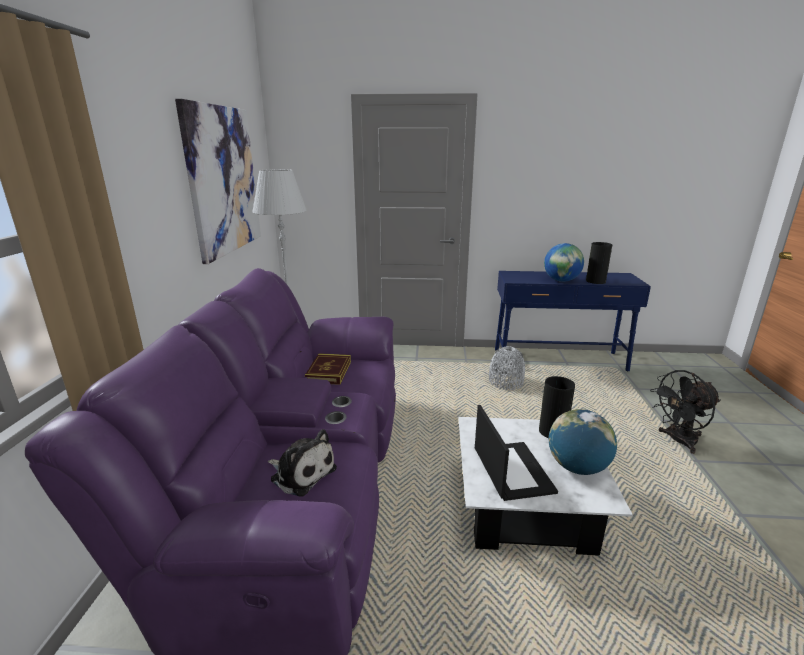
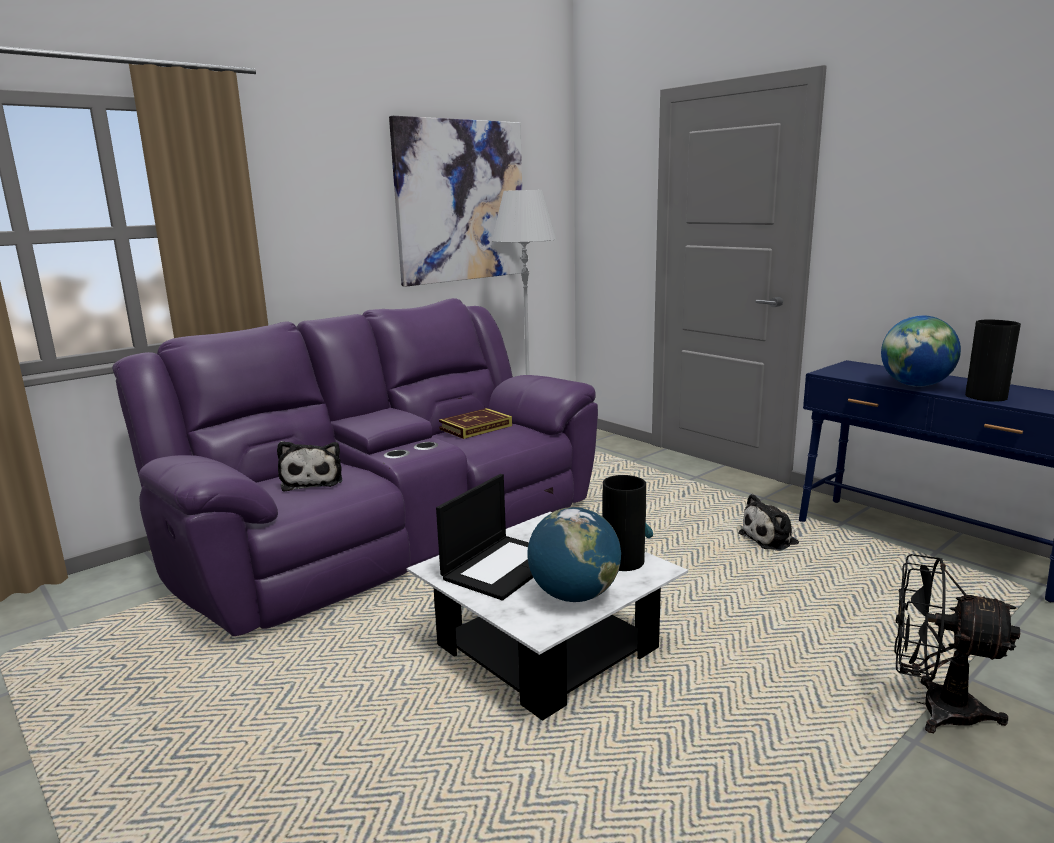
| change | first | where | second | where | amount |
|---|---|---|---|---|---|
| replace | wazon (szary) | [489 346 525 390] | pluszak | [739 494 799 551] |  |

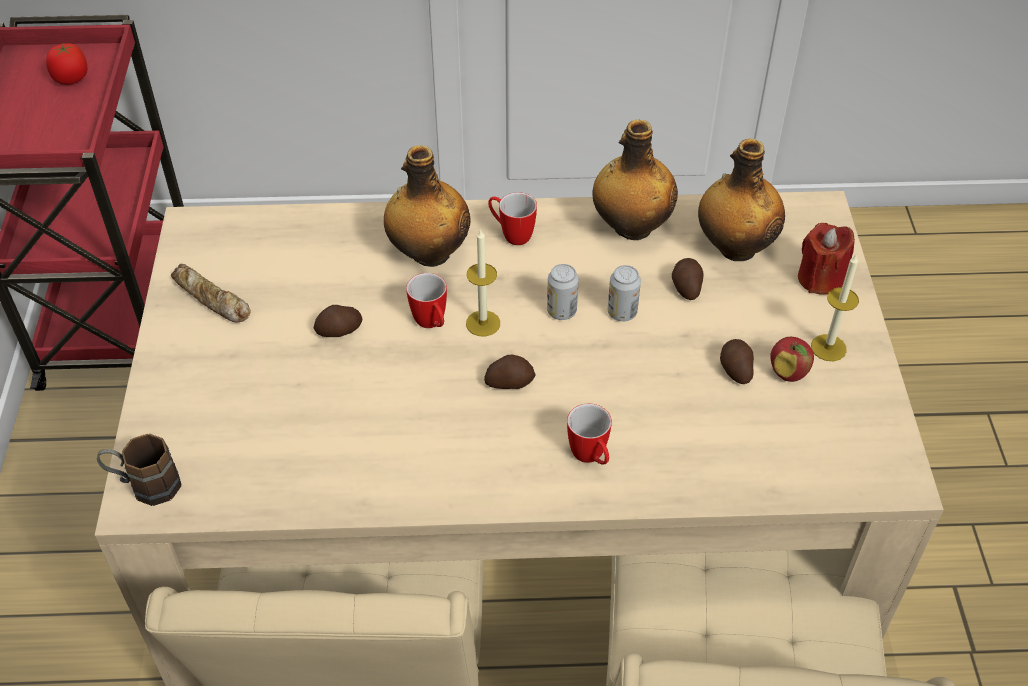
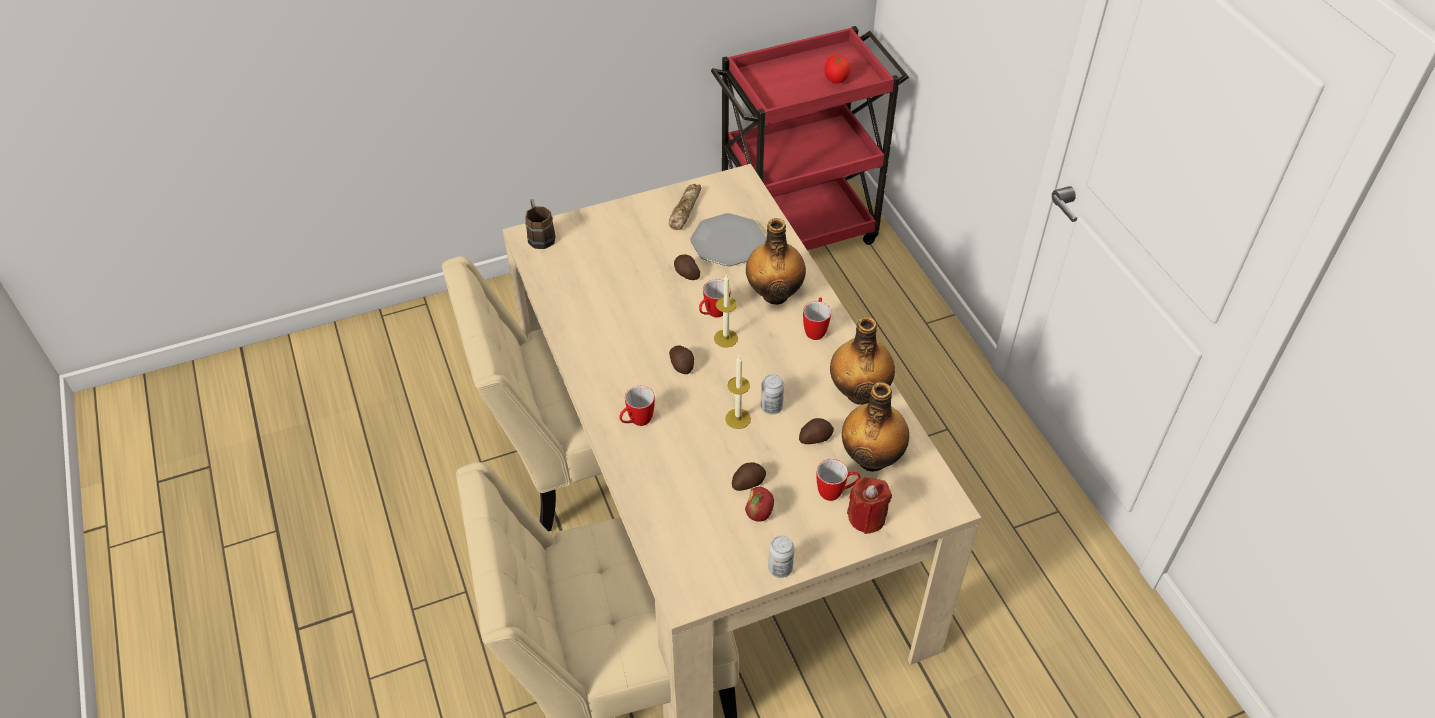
| change | first | where | second | where | amount |
|---|---|---|---|---|---|
| move | puszka | [547 264 579 320] |  | [768 535 795 578] |  |
| move | świeca | [811 255 859 361] |  | [725 355 751 429] |  |
| insert |  |  | talerz | [690 213 767 266] |  |
| insert |  |  | kubek | [817 459 860 501] |  |

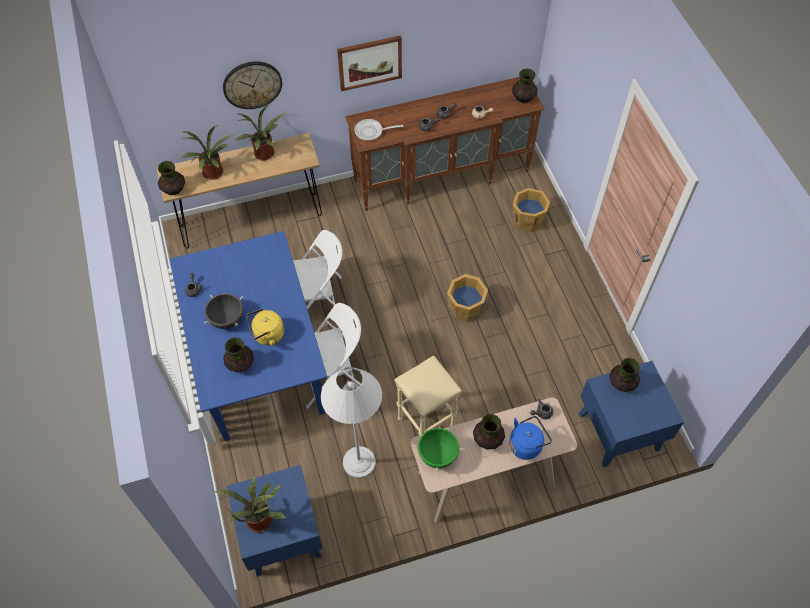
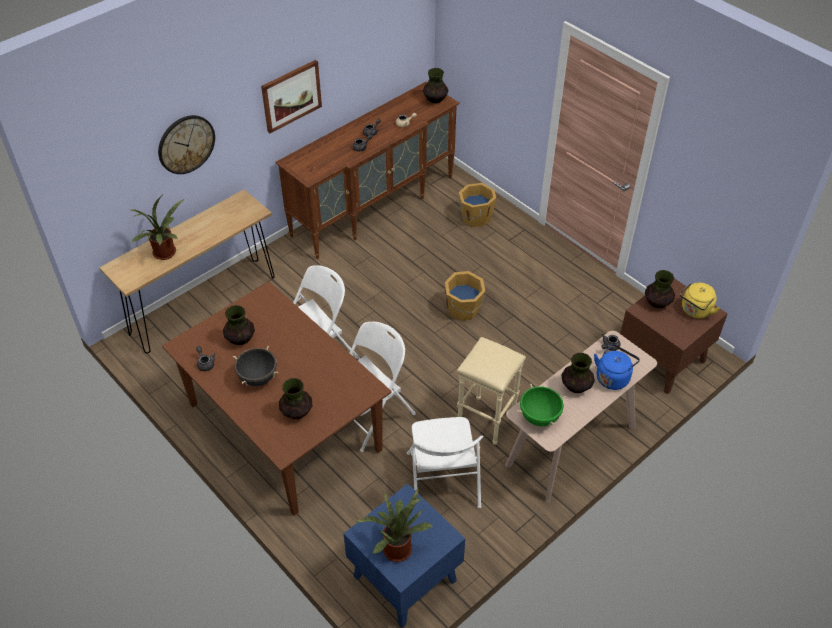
| change | first | where | second | where | amount |
|---|---|---|---|---|---|
| move | wazon | [158 161 185 195] |  | [223 305 255 345] |  |
| recolor | stół jadalny (niebieski) | [169 231 327 441] | stół jadalny (brązowy) | [162 282 391 516] |  |
| delete | roślina doniczkowa | [234 105 286 161] |  |  |  |
| move | czajnik (żółty) | [246 309 284 346] |  | [680 283 720 318] |  |
| replace | lampa stojąca (biały) | [321 367 382 478] | krzesło (biały) | [407 417 484 508] |  |
| delete | patelnia | [355 119 403 141] |  |  |  |
| recolor | szafka nocna (niebieski) | [579 361 684 468] | szafka nocna (brązowy) | [620 278 728 395] |  |

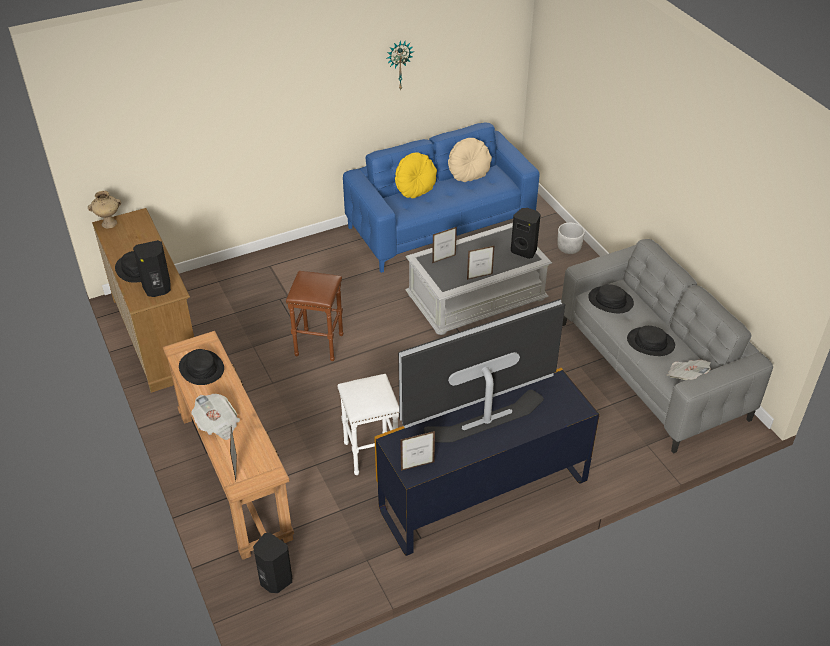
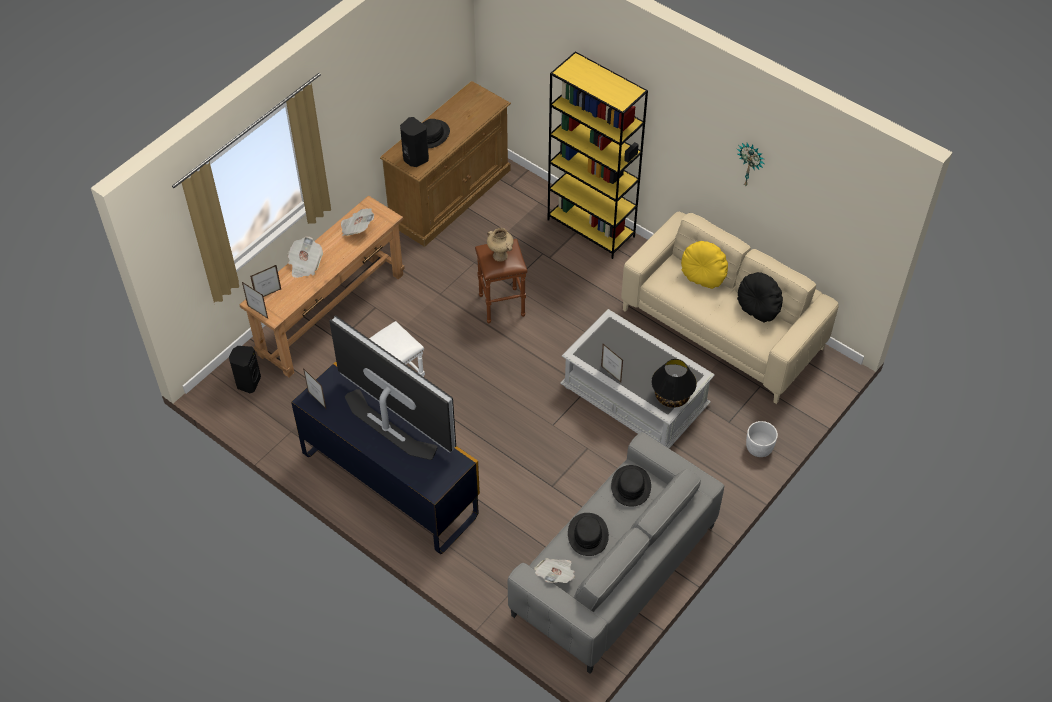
| change | first | where | second | where | amount |
|---|---|---|---|---|---|
| move | wazon (beżowy) | [88 191 121 228] |  | [487 228 514 262] |  |
| replace | kapelusz (czarny) | [179 349 224 385] | gazeta | [341 208 374 236] |  |
| recolor | kanapa (niebieski) | [343 122 539 273] | kanapa (beżowy) | [621 211 839 404] |  |
| move | ramka na zdjęcie | [432 227 457 263] |  | [242 282 268 319] |  |
| recolor | poduszka (beżowy) | [448 138 492 182] | poduszka (czarny) | [737 272 783 323] |  |
| replace | głośnik (czarny) | [511 208 541 259] | lampa stołowa (czarny) | [652 359 697 408] |  |
| insert |  |  | regał (żółty) | [548 51 648 259] |  |

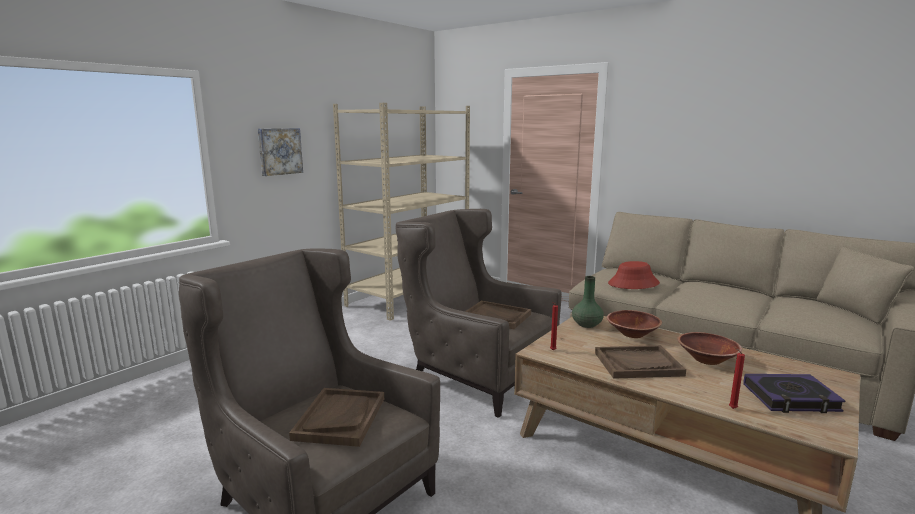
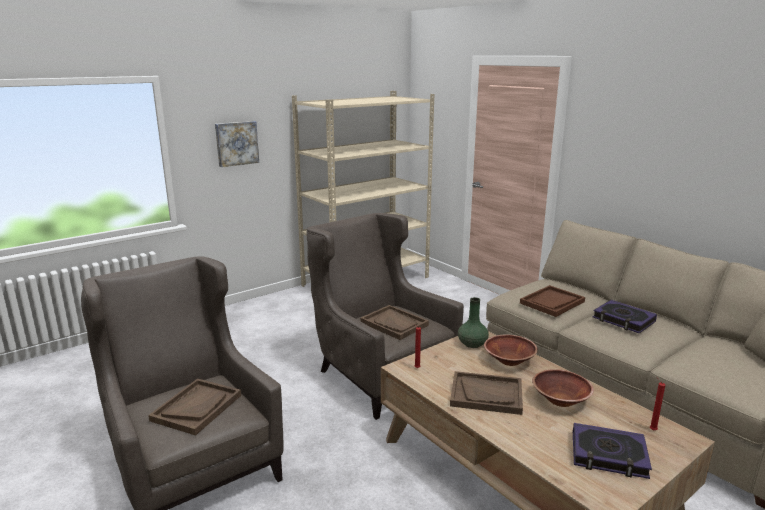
| change | first | where | second | where | amount |
|---|---|---|---|---|---|
| replace | kapelusz (czerwony) | [608 261 660 289] | taca (brązowy) | [520 285 585 317] |  |
| move | świeca (czerwony) | [729 347 745 409] |  | [650 377 665 430] |  |
| insert |  |  | książka | [593 300 657 333] |  |

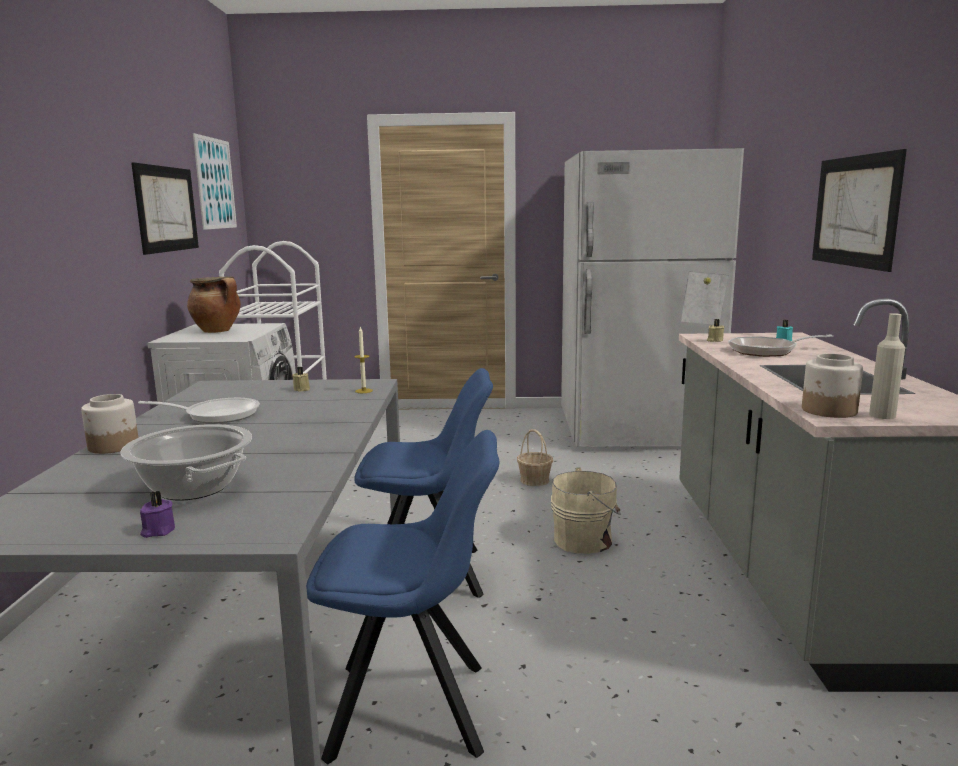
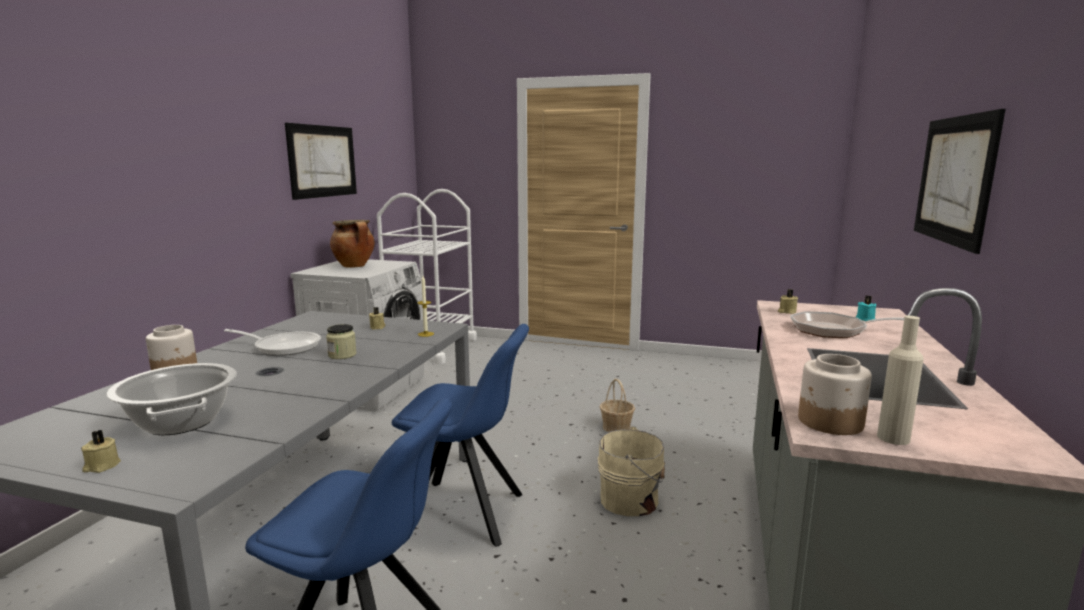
| change | first | where | second | where | amount |
|---|---|---|---|---|---|
| recolor | świeca (fioletowy) | [140 491 175 538] | świeca (beżowy) | [81 430 121 473] |  |
| delete | obraz | [193 133 237 230] |  |  |  |
| delete | lodówka (biały) | [561 147 744 447] |  |  |  |
| insert |  |  | słoik | [326 324 357 359] |  |

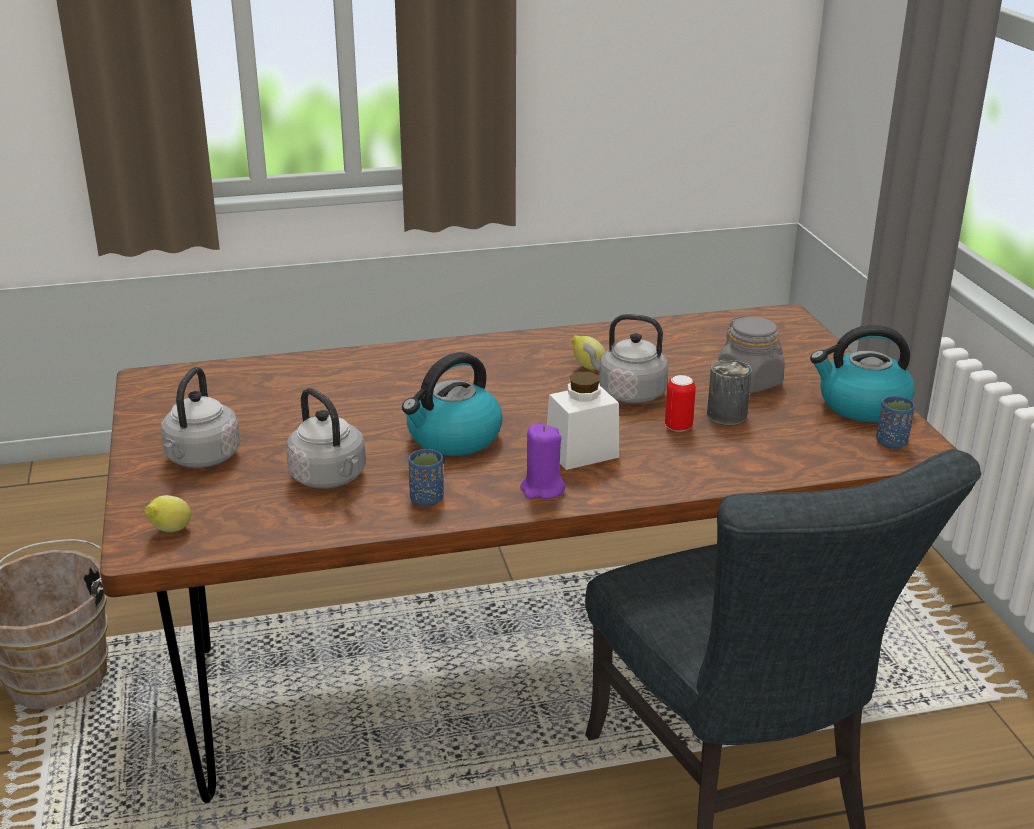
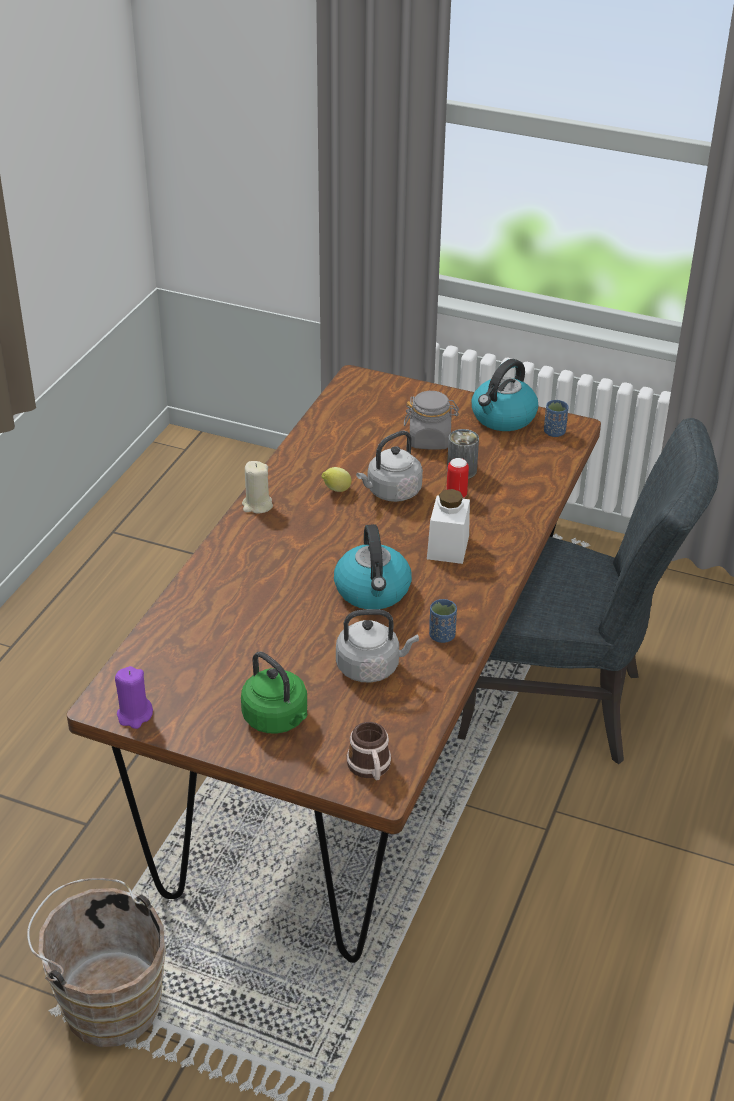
| change | first | where | second | where | amount |
|---|---|---|---|---|---|
| replace | cytryna | [145 495 191 532] | kubek | [347 722 391 780] |  |
| recolor | czajnik (szary) | [161 367 240 468] | czajnik (zielony) | [241 652 307 733] |  |
| move | świeca (fioletowy) | [520 424 565 499] |  | [115 666 153 729] |  |
| insert |  |  | świeca (beżowy) | [242 461 273 514] |  |

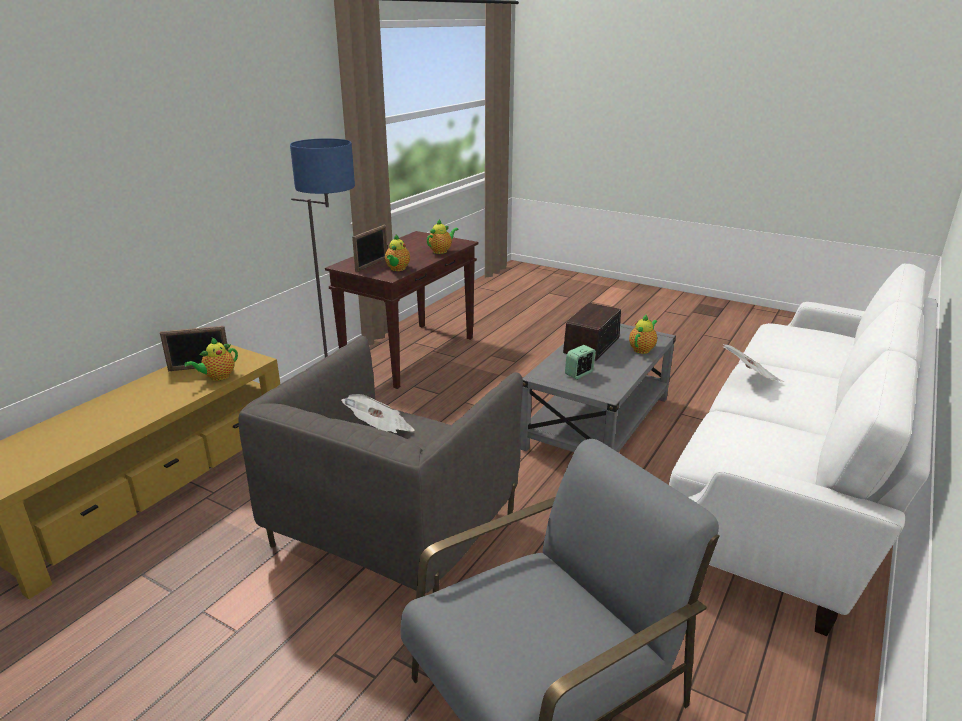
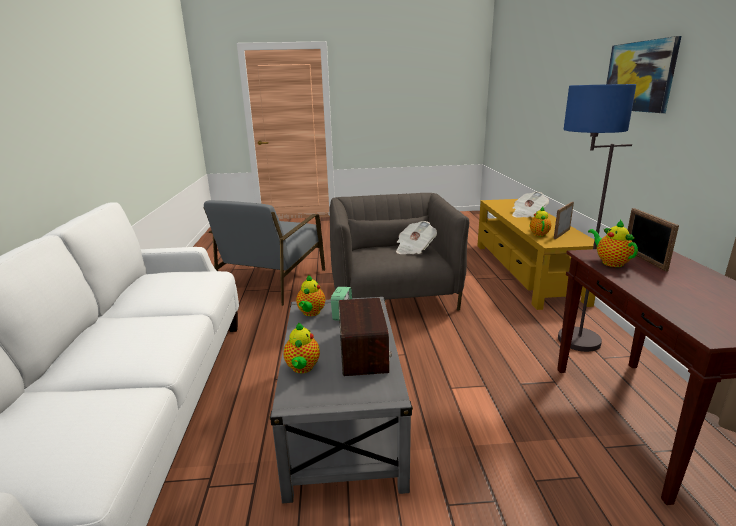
| change | first | where | second | where | amount |
|---|---|---|---|---|---|
| move | imbryk | [427 219 459 254] |  | [296 275 325 316] |  |
| move | gazeta | [722 344 784 382] |  | [512 192 549 218] |  |
| insert |  |  | obraz | [606 36 682 113] |  |

